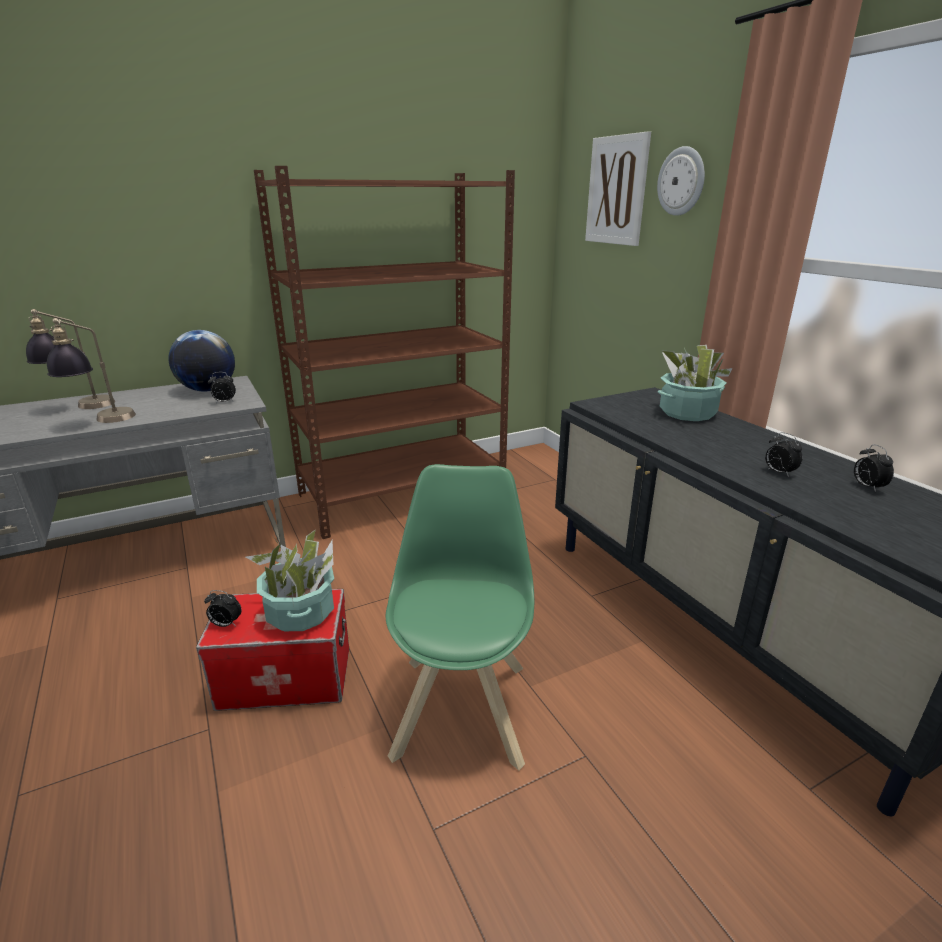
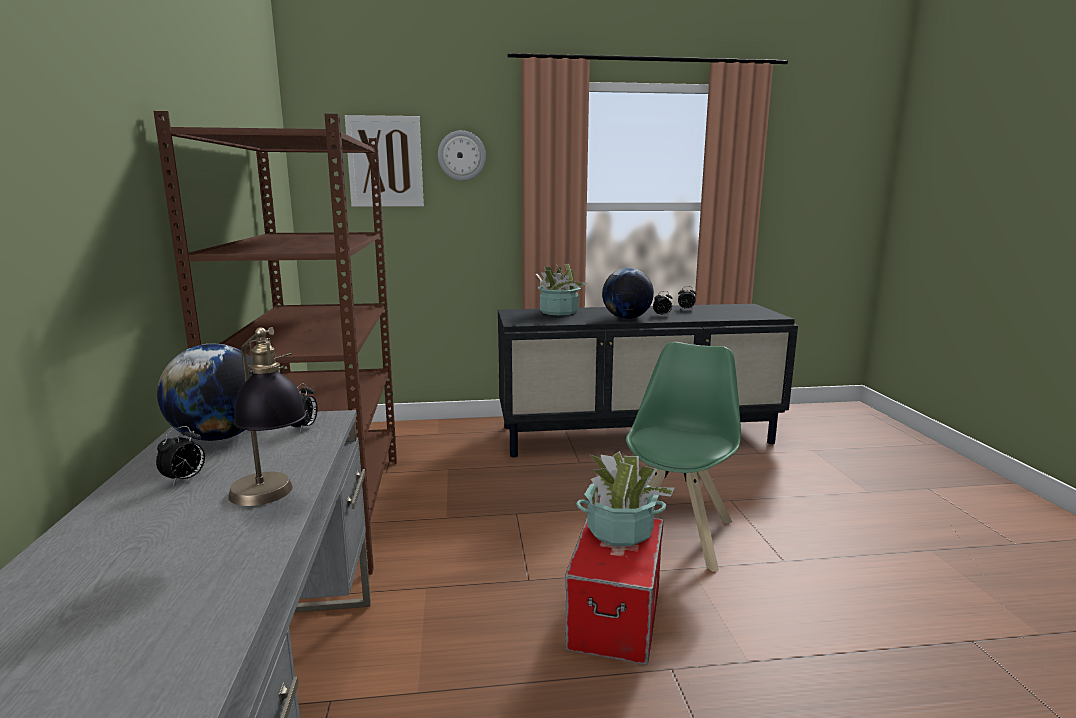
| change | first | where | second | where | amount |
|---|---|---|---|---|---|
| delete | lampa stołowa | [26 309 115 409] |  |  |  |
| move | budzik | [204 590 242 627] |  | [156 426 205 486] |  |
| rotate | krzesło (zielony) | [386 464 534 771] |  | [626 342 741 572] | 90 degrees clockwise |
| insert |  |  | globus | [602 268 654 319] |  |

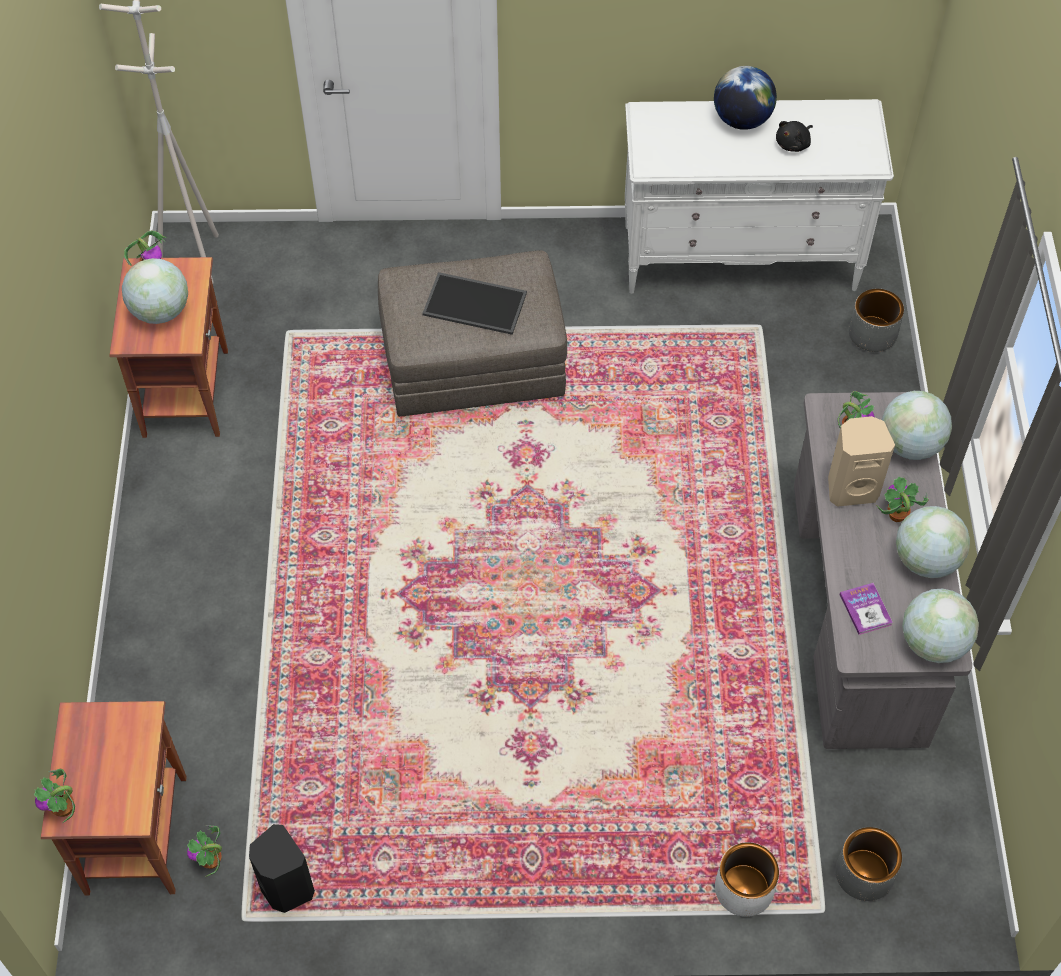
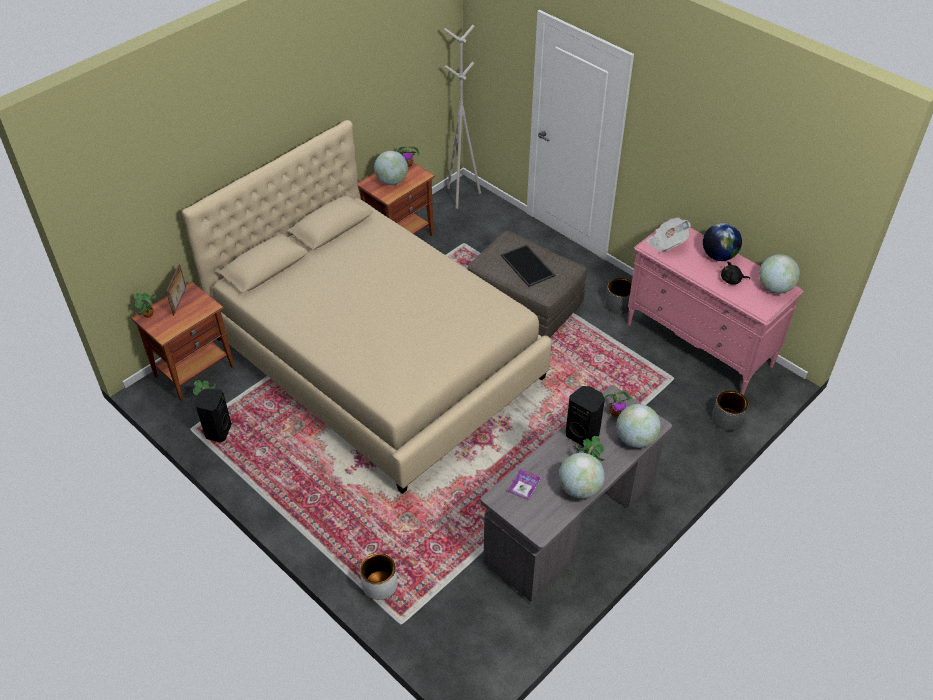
| change | first | where | second | where | amount |
|---|---|---|---|---|---|
| recolor | komoda (biały) | [625 99 894 294] | komoda (różowy) | [628 218 804 395] |  |
| recolor | głośnik (beżowy) | [828 416 895 507] | głośnik (czarny) | [566 386 605 447] |  |
| move | donica (szary) | [835 827 902 901] |  | [605 278 632 314] |  |
| move | globus | [902 589 979 663] |  | [759 254 800 294] |  |
| insert |  |  | ramka na zdjęcie | [166 264 186 316] |  |
| insert |  |  | łóżko (beżowy) | [182 120 552 494] |  |
| insert |  |  | gazeta | [647 217 691 253] |  |

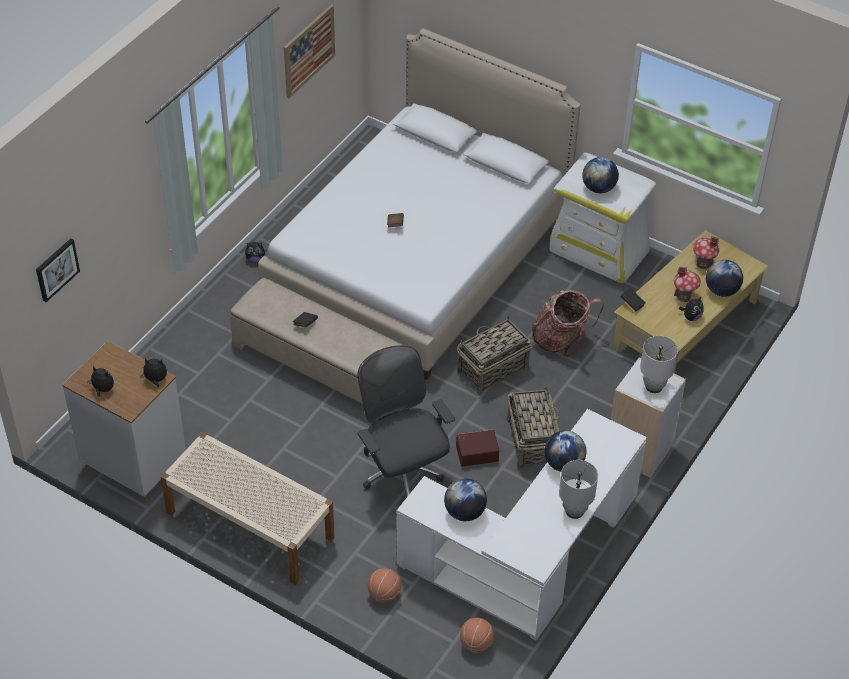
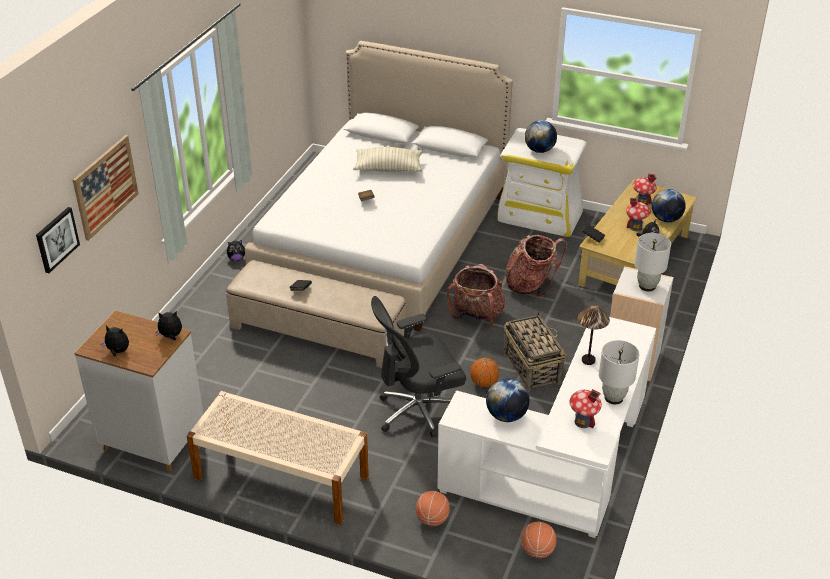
| change | first | where | second | where | amount |
|---|---|---|---|---|---|
| move | obraz | [284 4 335 98] |  | [73 135 139 241] |  |
| rotate | krzesło biurowe | [358 346 455 498] |  | [371 296 466 437] | 75 degrees counterclockwise |
| replace | pojemnik do przechowywania (brązowy) | [456 429 499 467] | piłka do koszykówki | [470 358 499 387] |  |
| replace | koszyk | [457 316 532 394] | plecak | [447 264 505 327] |  |
| replace | globus | [545 430 587 472] | lampa stołowa | [578 305 610 365] |  |
| insert |  |  | poduszka | [353 147 423 172] |  |
| insert |  |  | domek | [569 389 602 428] |  |

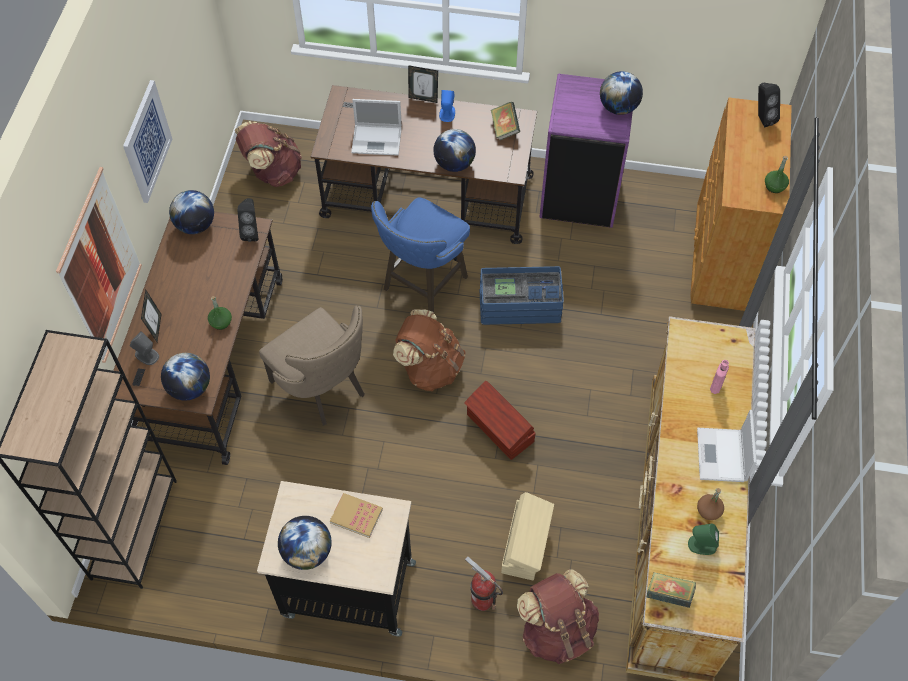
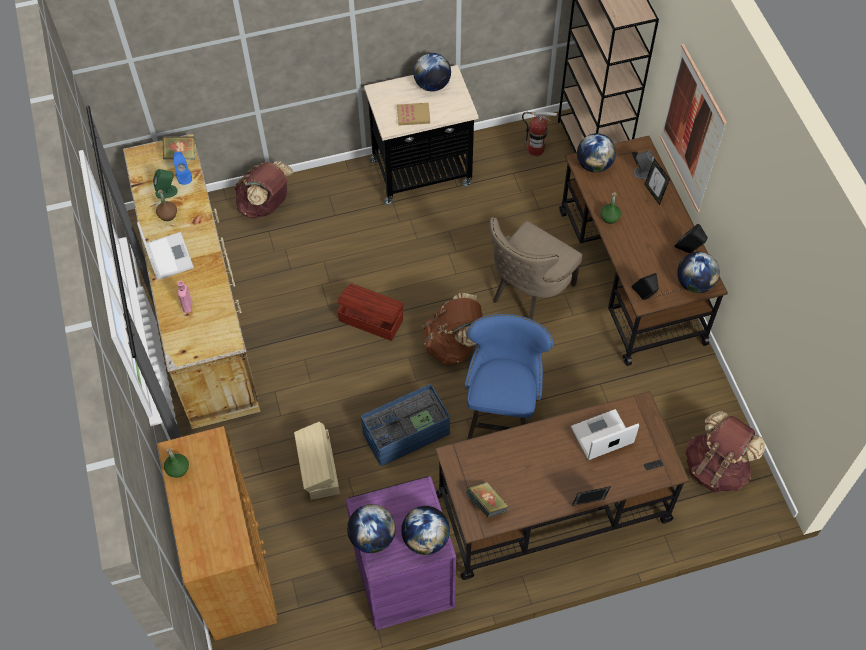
| change | first | where | second | where | amount |
|---|---|---|---|---|---|
| delete | obraz | [123 80 172 203] |  |  |  |
| rotate | krzesło (beżowy) | [259 305 365 426] |  | [490 217 582 320] | 75 degrees counterclockwise |
| move | globus | [433 129 476 172] |  | [401 506 450 555] |  |
| move | głośnik (niebieski) | [439 90 455 122] |  | [173 152 192 185] |  |
| move | gaśnica | [465 556 503 611] |  | [522 112 557 156] |  |
| move | pojemnik do przechowywania (beżowy) | [501 492 554 581] |  | [294 422 340 500] |  |
| move | głośnik (czarny) | [758 83 780 127] |  | [674 224 708 253] |  |

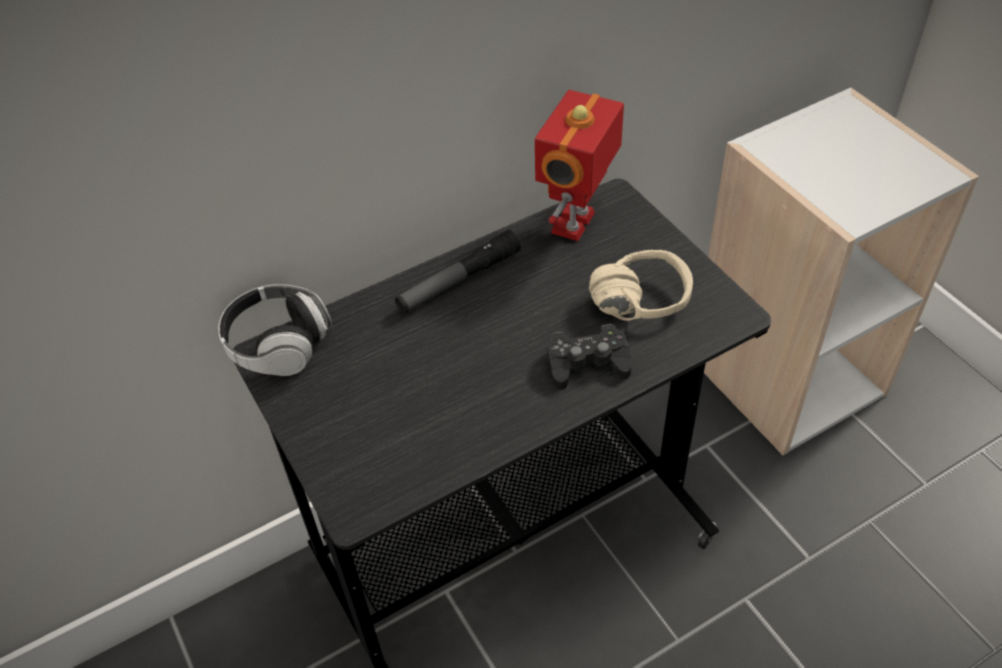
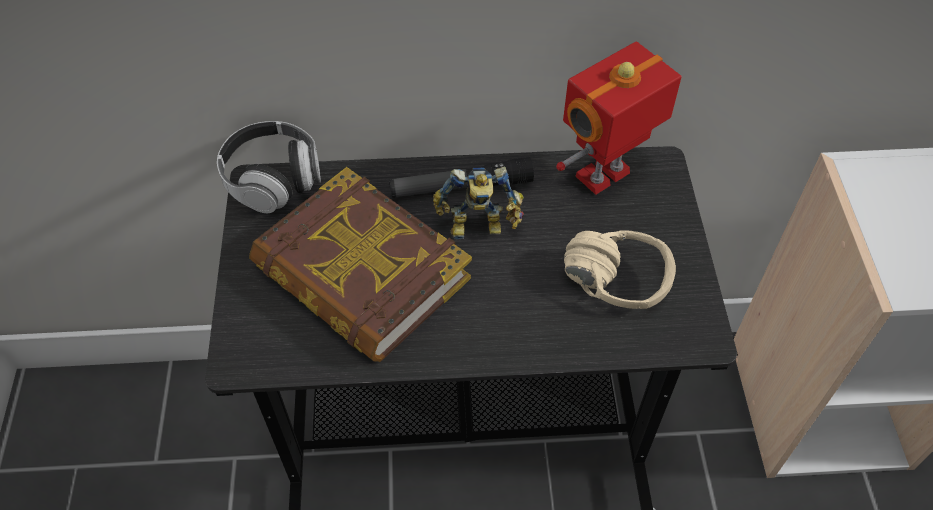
| change | first | where | second | where | amount |
|---|---|---|---|---|---|
| delete | pad do gier (czarny) | [547 324 632 390] |  |  |  |
| insert |  |  | książka | [249 167 472 362] |  |
| insert |  |  | robot zabawkowy | [433 166 524 239] |  |

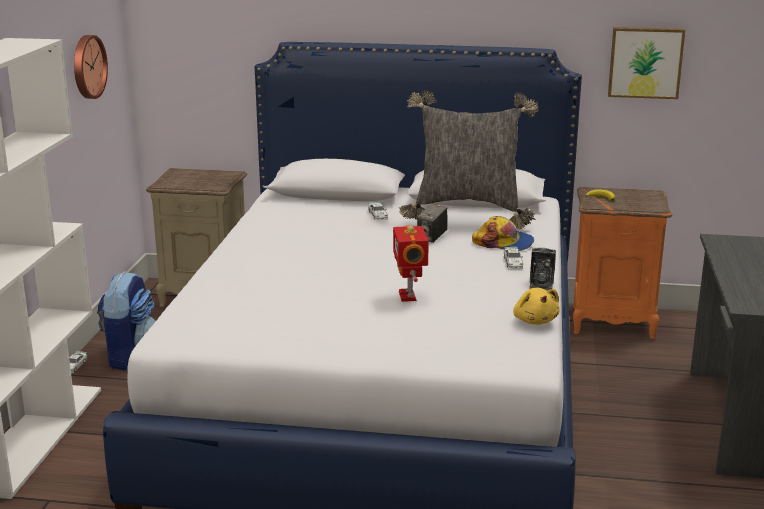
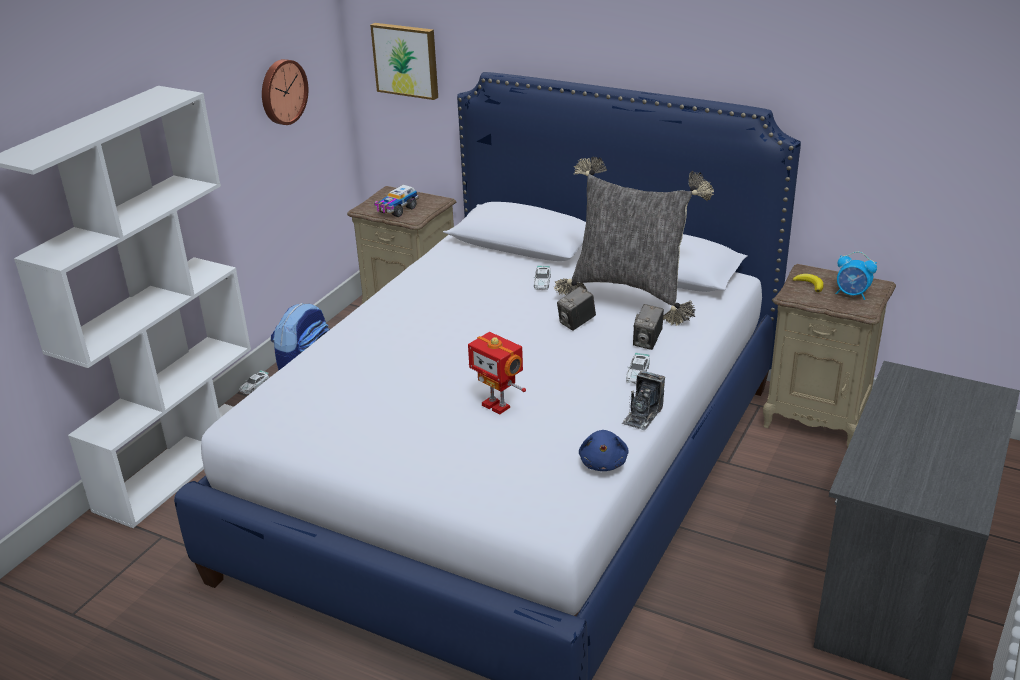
| change | first | where | second | where | amount |
|---|---|---|---|---|---|
| rotate | robot zabawkowy | [393 225 429 302] |  | [468 332 526 415] | 60 degrees counterclockwise |
| replace | czapka z daszkiem | [472 216 534 251] | aparat fotograficzny | [633 304 664 350] |  |
| recolor | pluszak (żółty) | [513 288 560 325] | pluszak (niebieski) | [579 430 629 471] |  |
| recolor | szafka nocna (pomarańczowy) | [573 187 672 339] | szafka nocna (beżowy) | [763 264 896 448] |  |
| move | obraz | [608 27 685 99] |  | [370 23 438 100] |  |
| insert |  |  | ciężarówka zabawkowa | [374 185 418 217] |  |
| insert |  |  | budzik | [836 252 877 300] |  |

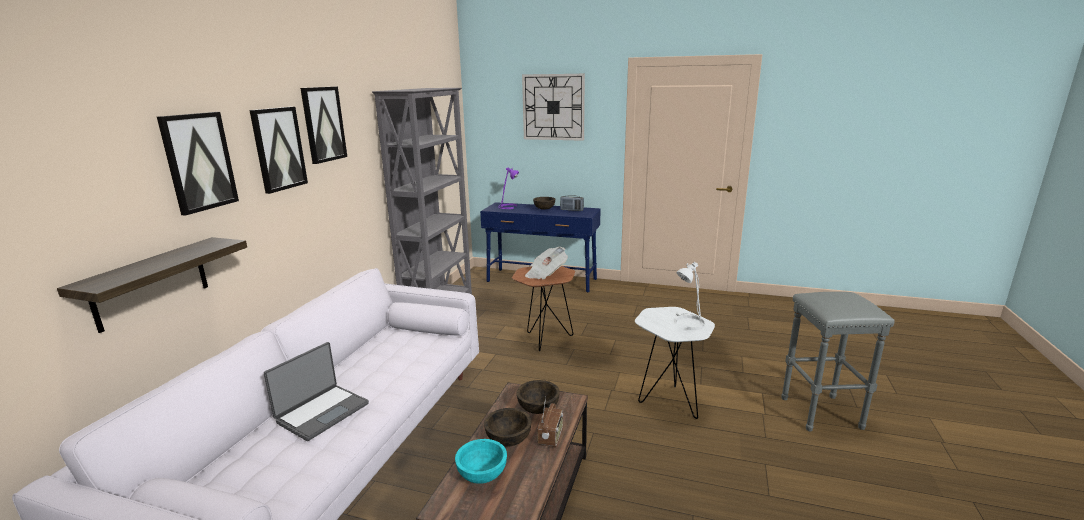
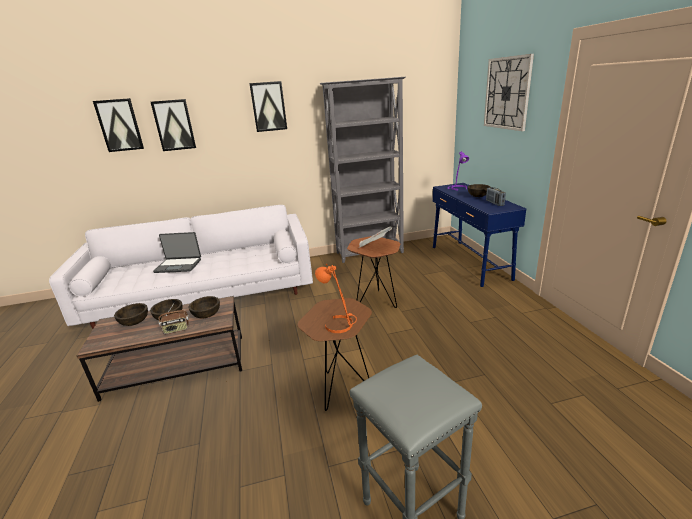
| change | first | where | second | where | amount |
|---|---|---|---|---|---|
| delete | półka | [57 237 247 333] |  |  |  |
| move | obraz | [249 107 308 194] |  | [93 98 144 152] |  |
| recolor | miska (turkusowy) | [455 439 507 484] | miska (brązowy) | [114 303 148 326] |  |
| recolor | stolik (biały) | [635 307 715 419] | stolik (brązowy) | [297 298 372 411] |  |
| recolor | lampa stołowa (biały) | [676 262 705 330] | lampa stołowa (pomarańczowy) | [315 263 357 333] |  |

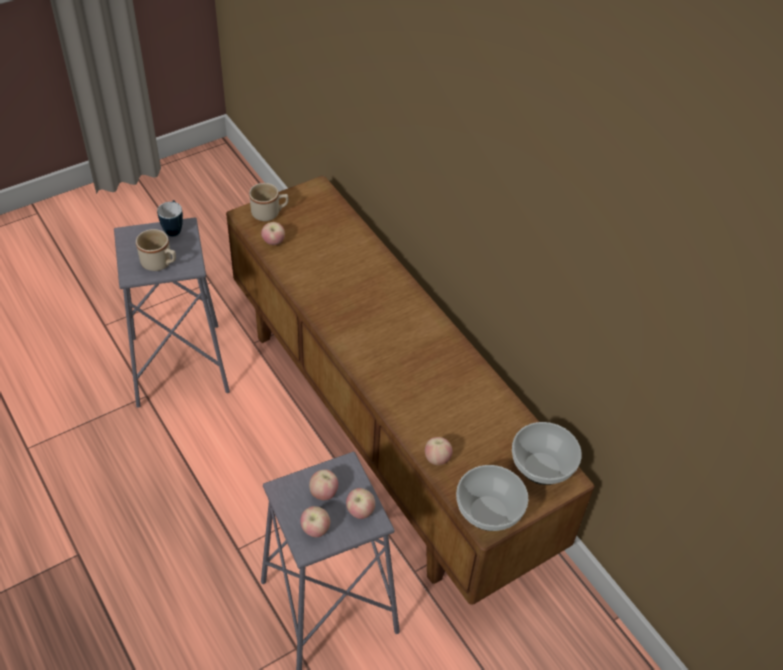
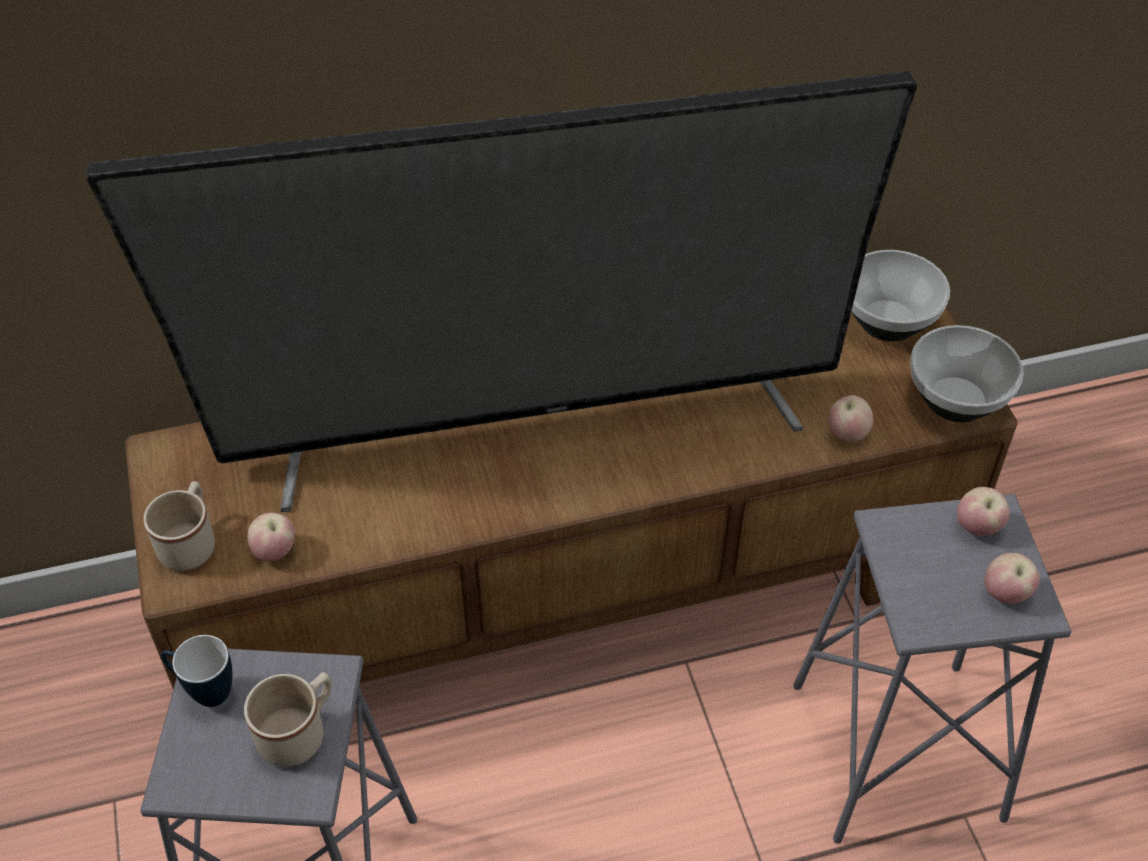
| change | first | where | second | where | amount |
|---|---|---|---|---|---|
| delete | jabłko | [309 469 338 501] |  |  |  |
| insert |  |  | telewizor | [87 71 917 512] |  |

